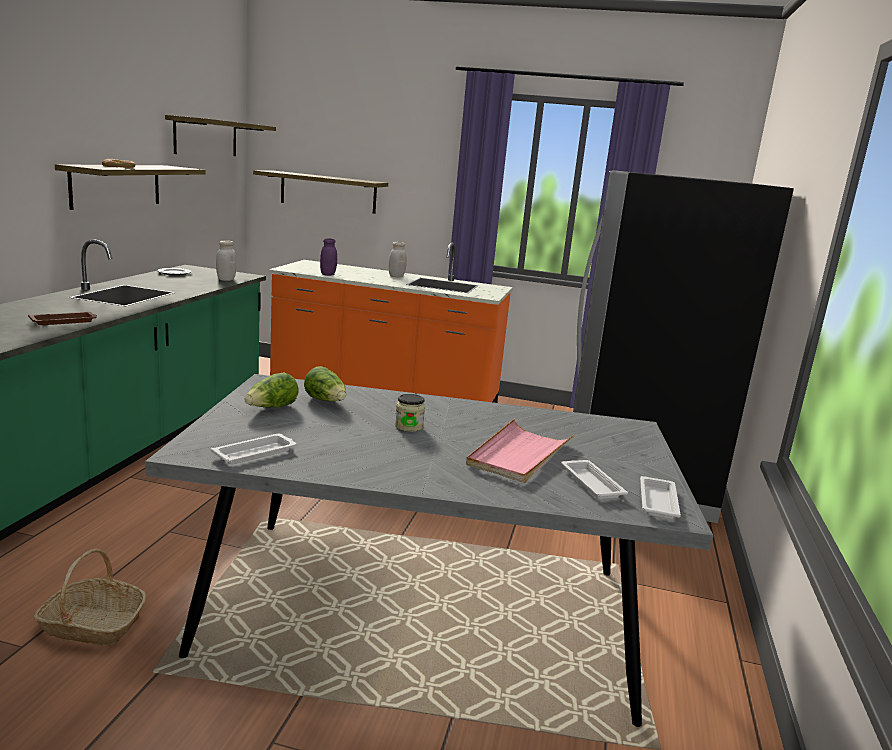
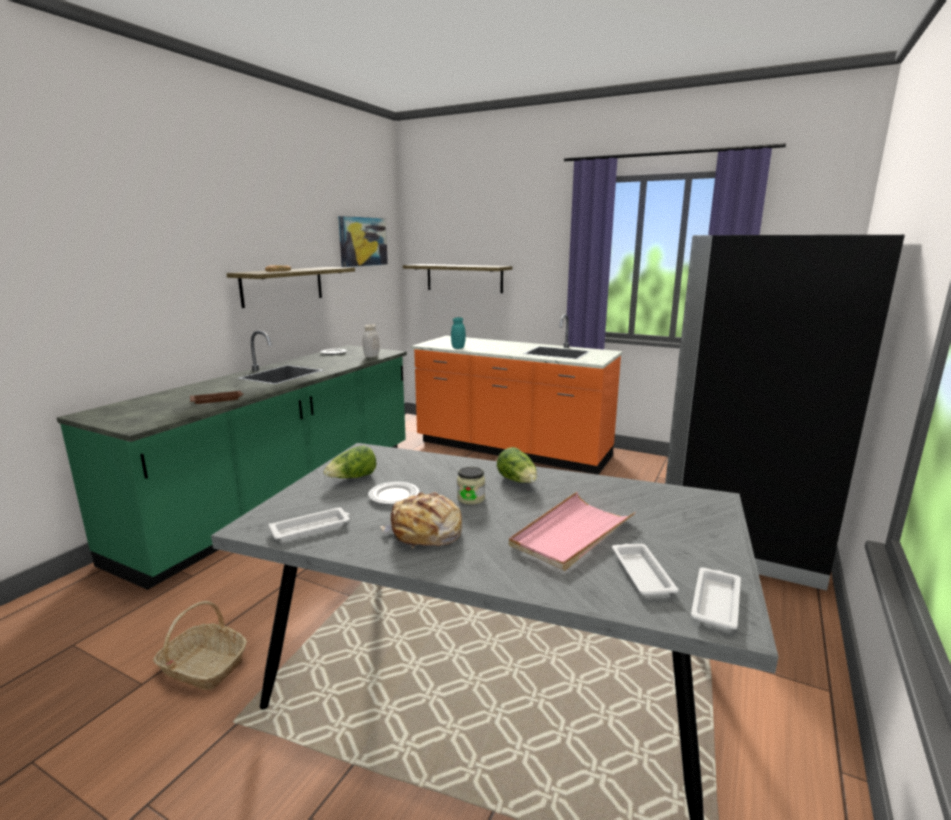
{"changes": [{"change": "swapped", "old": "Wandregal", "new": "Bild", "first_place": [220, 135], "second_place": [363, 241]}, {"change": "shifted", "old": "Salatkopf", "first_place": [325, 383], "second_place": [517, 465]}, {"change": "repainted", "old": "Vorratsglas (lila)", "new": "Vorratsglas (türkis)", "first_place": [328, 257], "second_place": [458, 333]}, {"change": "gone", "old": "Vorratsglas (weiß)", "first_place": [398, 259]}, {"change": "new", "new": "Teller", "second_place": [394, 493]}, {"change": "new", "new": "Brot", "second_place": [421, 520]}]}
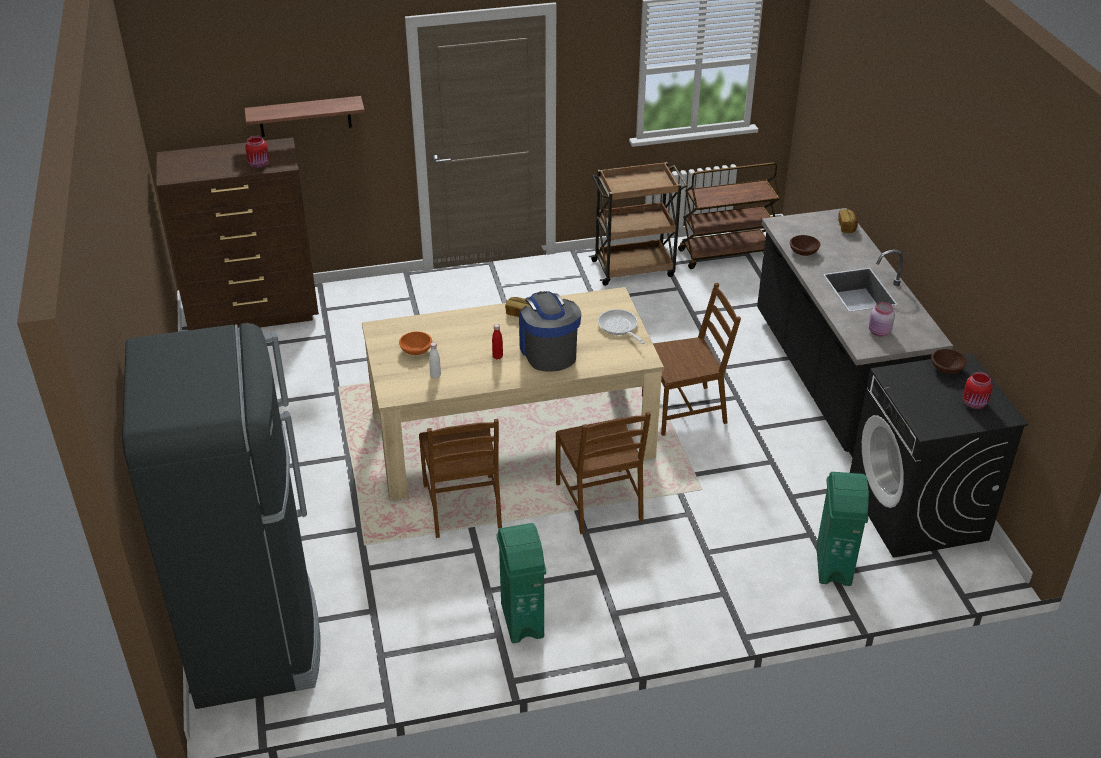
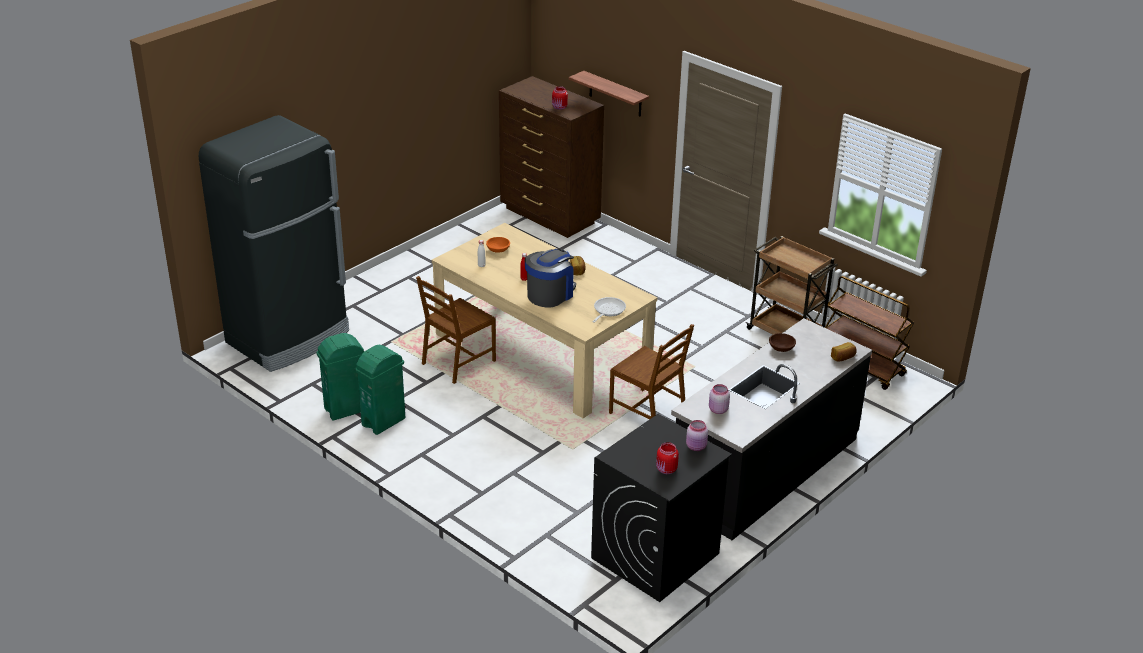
{"changes": [{"change": "gone", "old": "Stuhl (braun)", "first_place": [603, 472]}, {"change": "shifted", "old": "Mülleimer (grün)", "first_place": [842, 529], "second_place": [340, 377]}, {"change": "swapped", "old": "Schüssel (braun)", "new": "Vorratsglas (rosa)", "first_place": [949, 361], "second_place": [697, 435]}]}
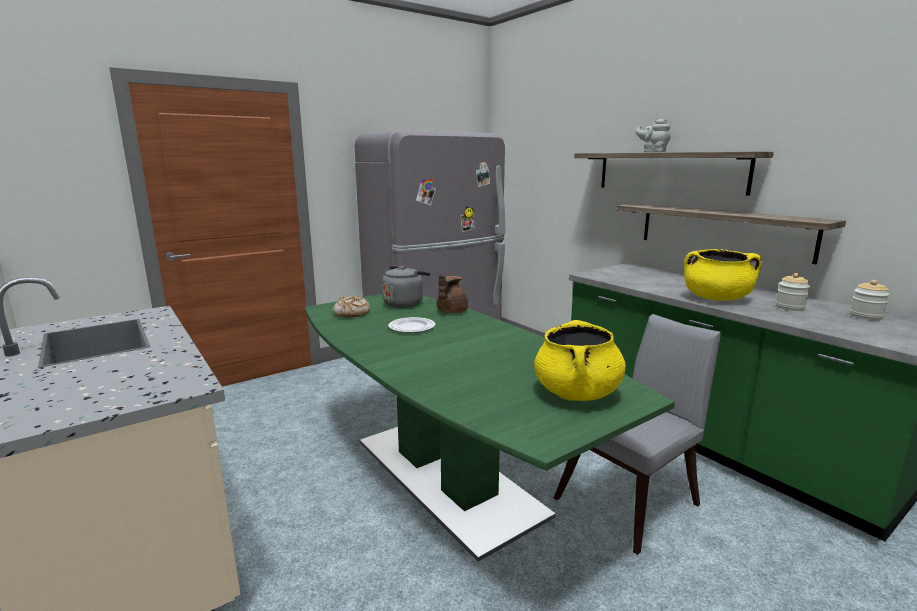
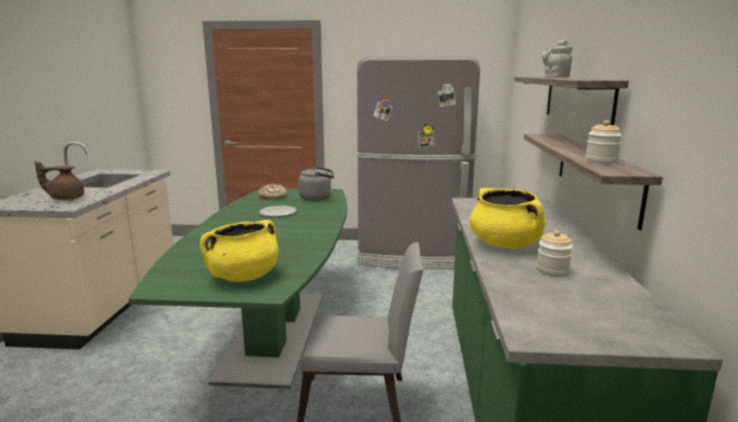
{"changes": [{"change": "shifted", "old": "Teekanne (braun)", "first_place": [452, 294], "second_place": [59, 180]}, {"change": "shifted", "old": "Vorratsglas", "first_place": [870, 300], "second_place": [603, 142]}]}
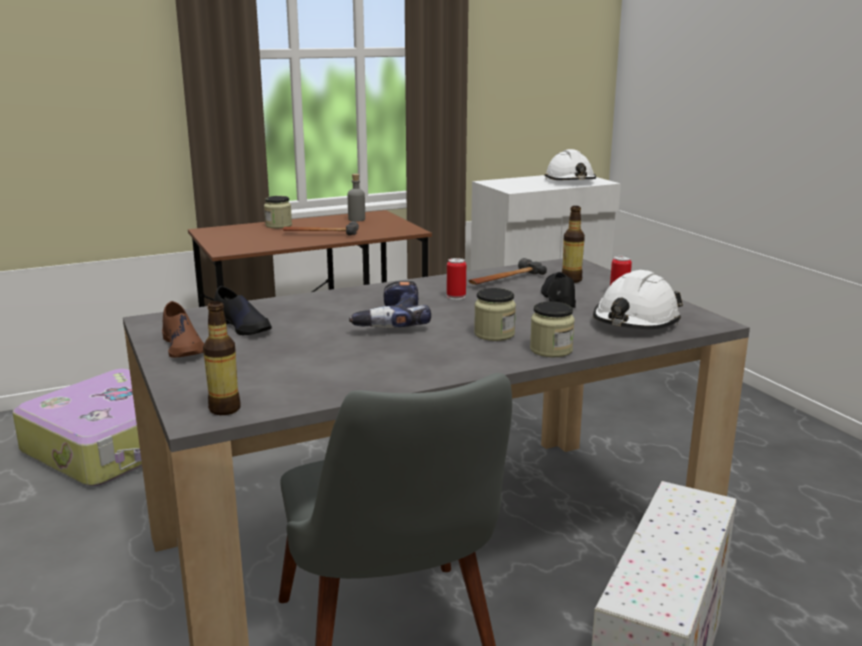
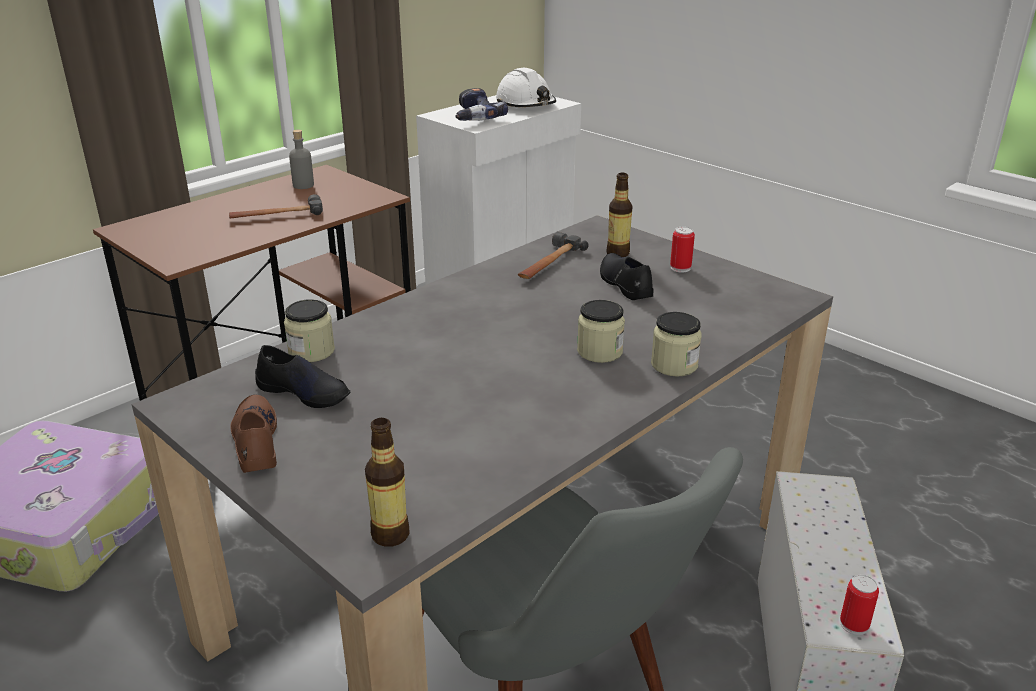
{"changes": [{"change": "rotated", "old": "Schuh (braun)", "first_place": [183, 329], "second_place": [253, 434], "degrees": -150}, {"change": "shifted", "old": "Vorratsglas", "first_place": [278, 212], "second_place": [309, 330]}, {"change": "shifted", "old": "Bohrmaschine", "first_place": [390, 304], "second_place": [481, 104]}, {"change": "shifted", "old": "Dose", "first_place": [456, 279], "second_place": [859, 605]}, {"change": "gone", "old": "Schutzhelm (weiß)", "first_place": [638, 299]}]}
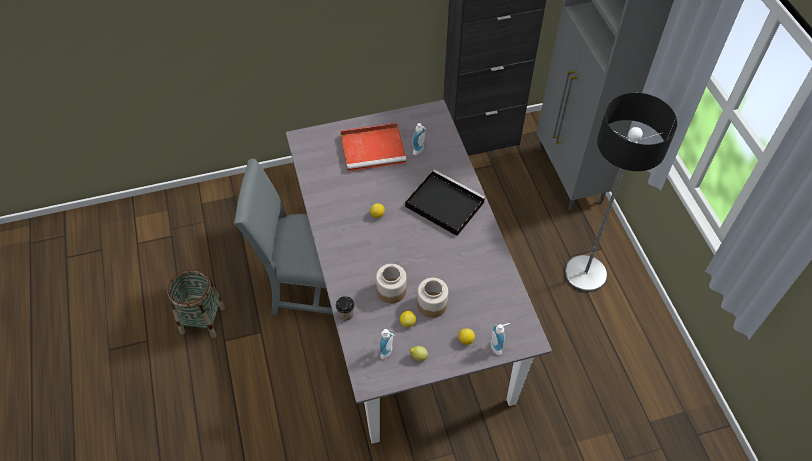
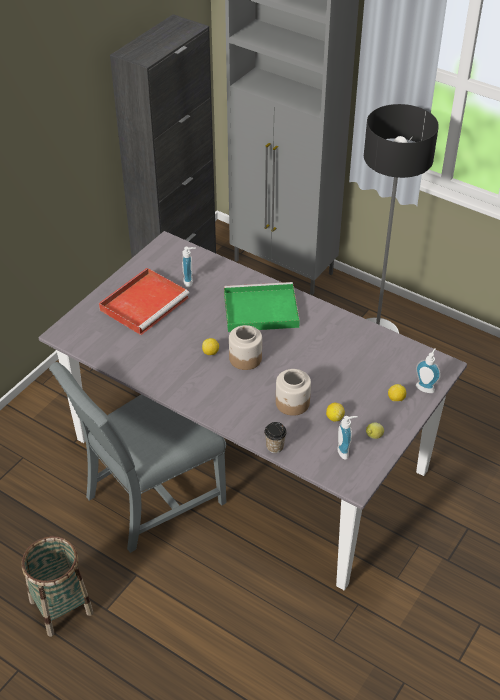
{"changes": [{"change": "repainted", "old": "Tablett (schwarz)", "new": "Tablett (grün)", "first_place": [445, 203], "second_place": [262, 307]}, {"change": "shifted", "old": "Vorratsglas", "first_place": [432, 298], "second_place": [245, 347]}]}
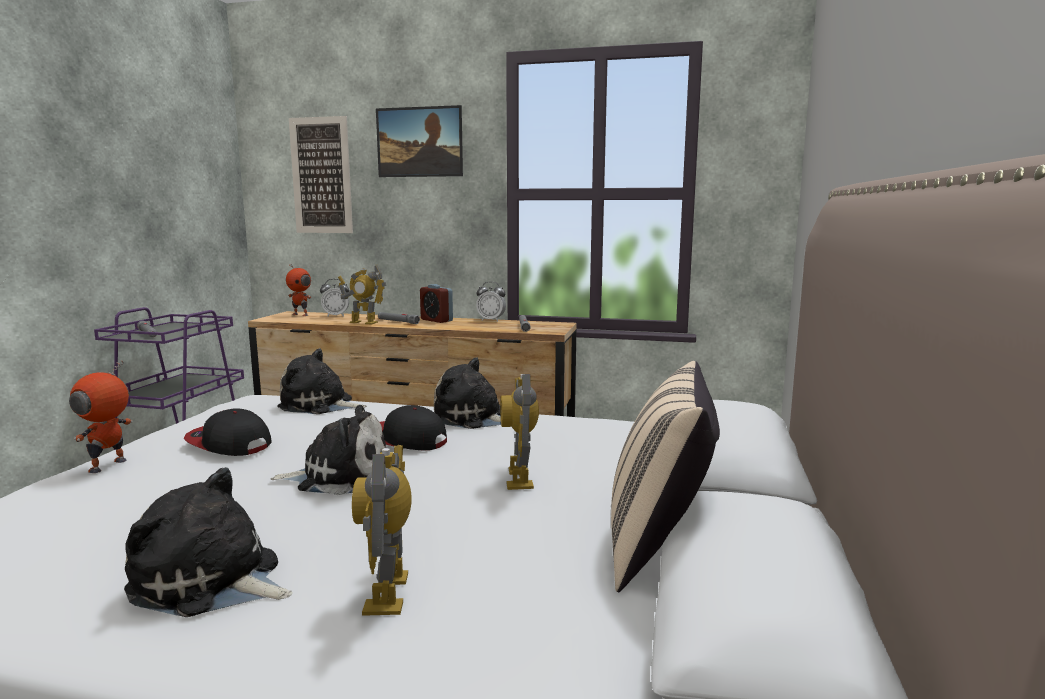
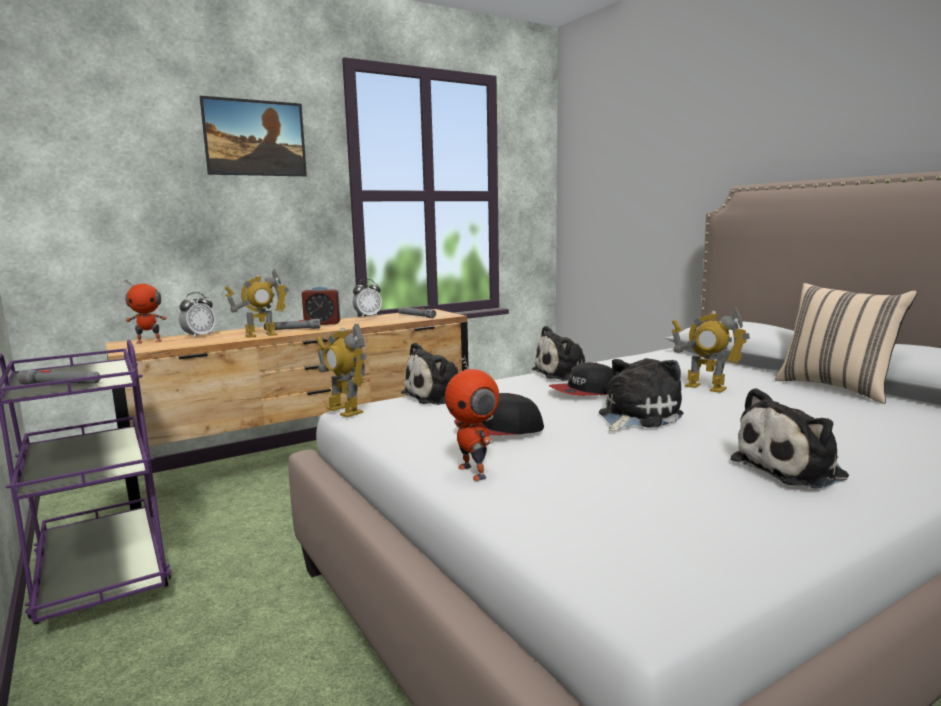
{"changes": [{"change": "gone", "old": "Bild", "first_place": [321, 174]}, {"change": "shifted", "old": "Spielzeugroboter", "first_place": [382, 530], "second_place": [341, 370]}]}
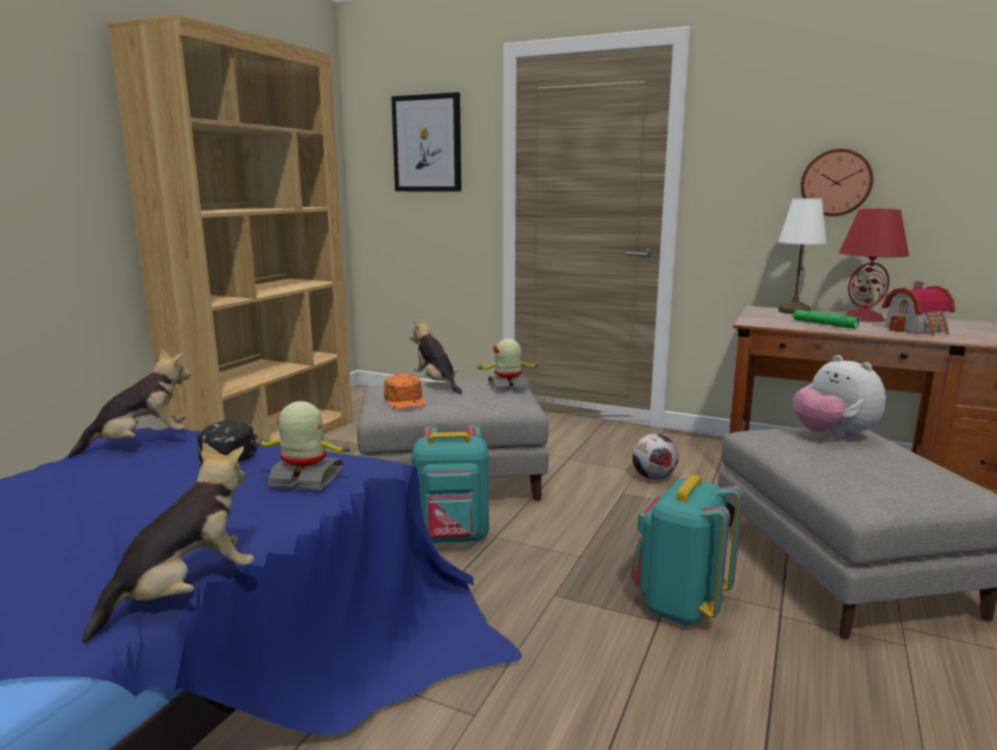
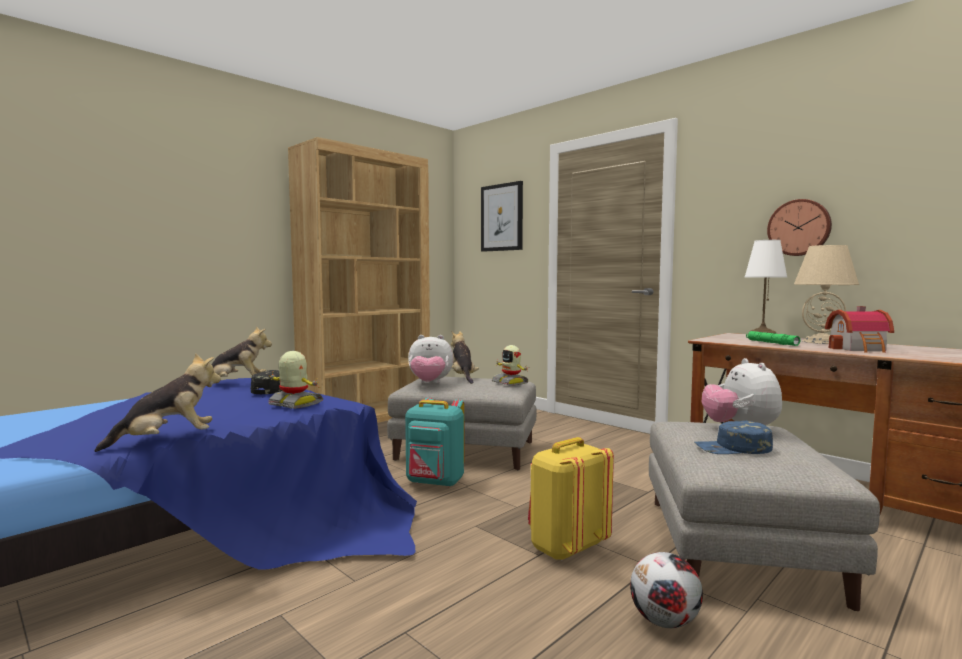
{"changes": [{"change": "swapped", "old": "Kappe (orange)", "new": "Plüschtier", "first_place": [405, 391], "second_place": [431, 359]}, {"change": "rotated", "old": "Spielzeugroboter", "first_place": [507, 365], "second_place": [510, 365], "degrees": -135}, {"change": "repainted", "old": "Rucksack (türkis)", "new": "Rucksack (gelb)", "first_place": [687, 550], "second_place": [571, 499]}, {"change": "shifted", "old": "Fußball", "first_place": [655, 457], "second_place": [666, 590]}, {"change": "repainted", "old": "Tischlampe (rot)", "new": "Tischlampe (beige)", "first_place": [874, 265], "second_place": [826, 294]}, {"change": "new", "new": "Kappe (blau)", "second_place": [734, 437]}]}
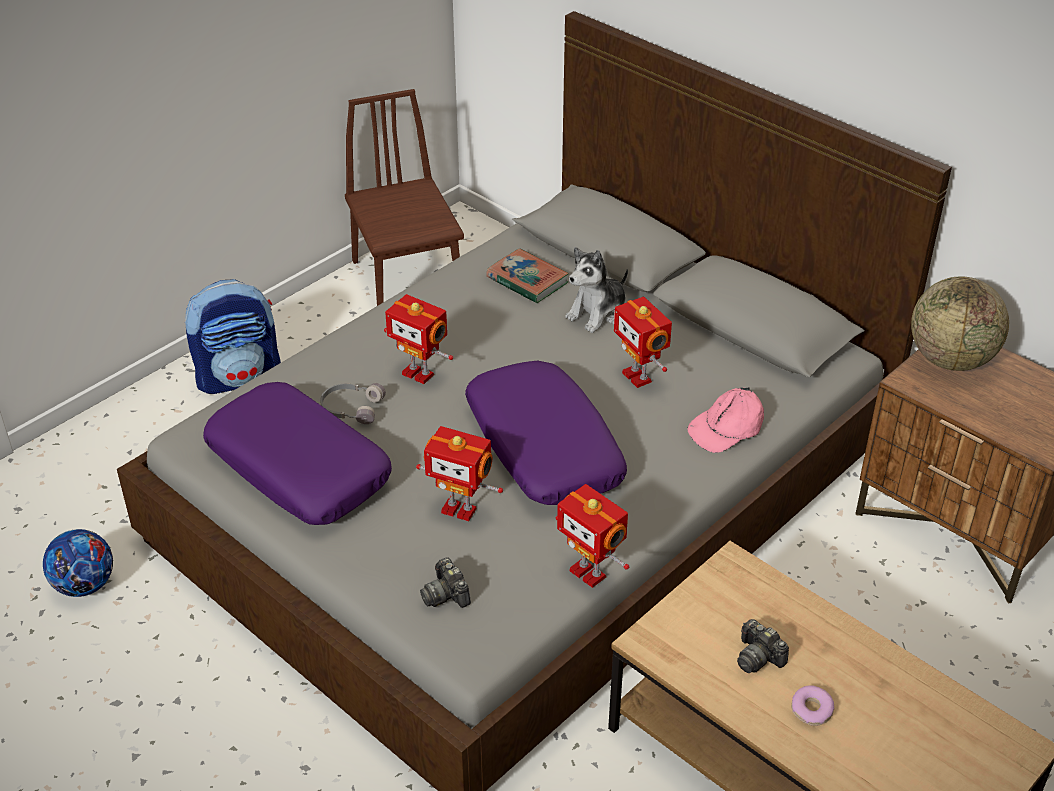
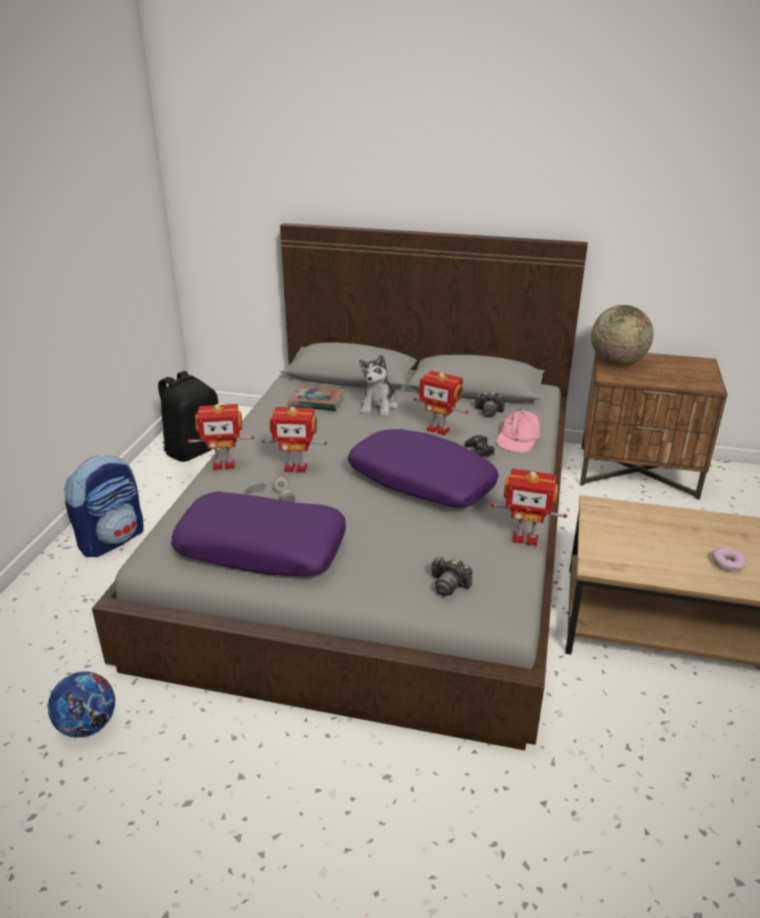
{"changes": [{"change": "swapped", "old": "Stuhl (braun)", "new": "Rucksack (schwarz)", "first_place": [404, 197], "second_place": [188, 416]}, {"change": "shifted", "old": "Spielzeugroboter", "first_place": [459, 473], "second_place": [221, 437]}, {"change": "shifted", "old": "Kamera", "first_place": [763, 646], "second_place": [489, 404]}, {"change": "new", "new": "Gamepad (schwarz)", "second_place": [480, 446]}]}
